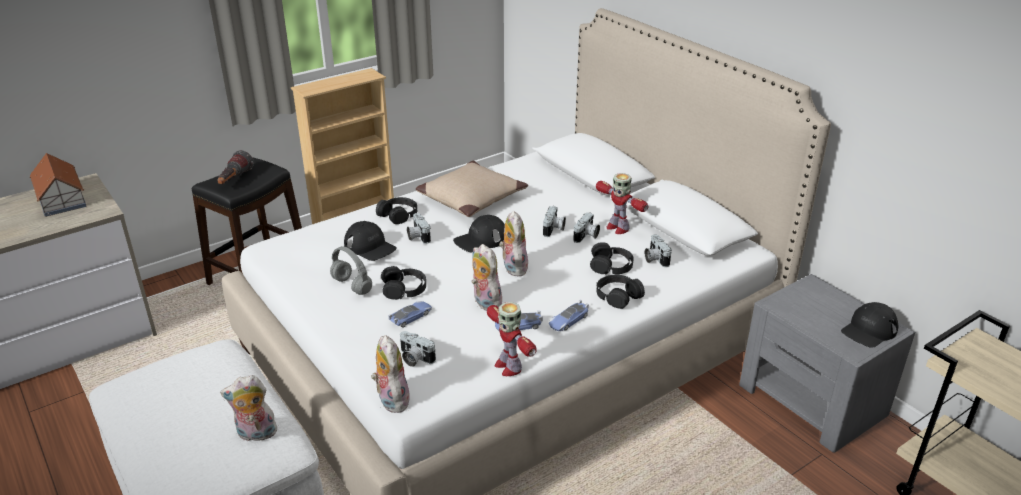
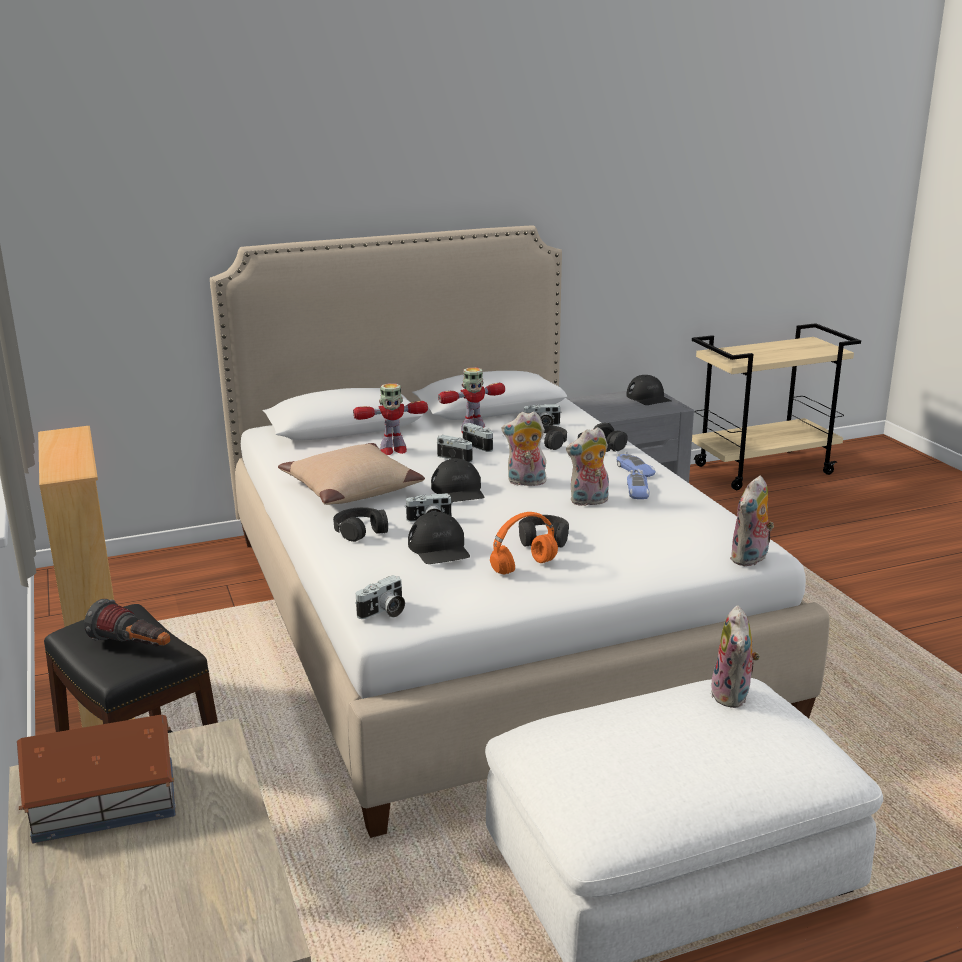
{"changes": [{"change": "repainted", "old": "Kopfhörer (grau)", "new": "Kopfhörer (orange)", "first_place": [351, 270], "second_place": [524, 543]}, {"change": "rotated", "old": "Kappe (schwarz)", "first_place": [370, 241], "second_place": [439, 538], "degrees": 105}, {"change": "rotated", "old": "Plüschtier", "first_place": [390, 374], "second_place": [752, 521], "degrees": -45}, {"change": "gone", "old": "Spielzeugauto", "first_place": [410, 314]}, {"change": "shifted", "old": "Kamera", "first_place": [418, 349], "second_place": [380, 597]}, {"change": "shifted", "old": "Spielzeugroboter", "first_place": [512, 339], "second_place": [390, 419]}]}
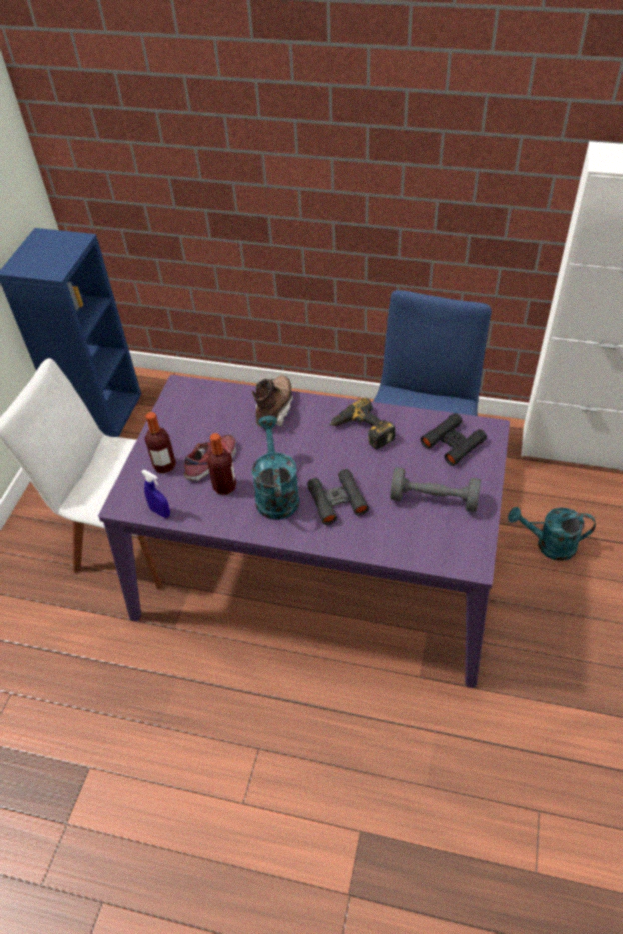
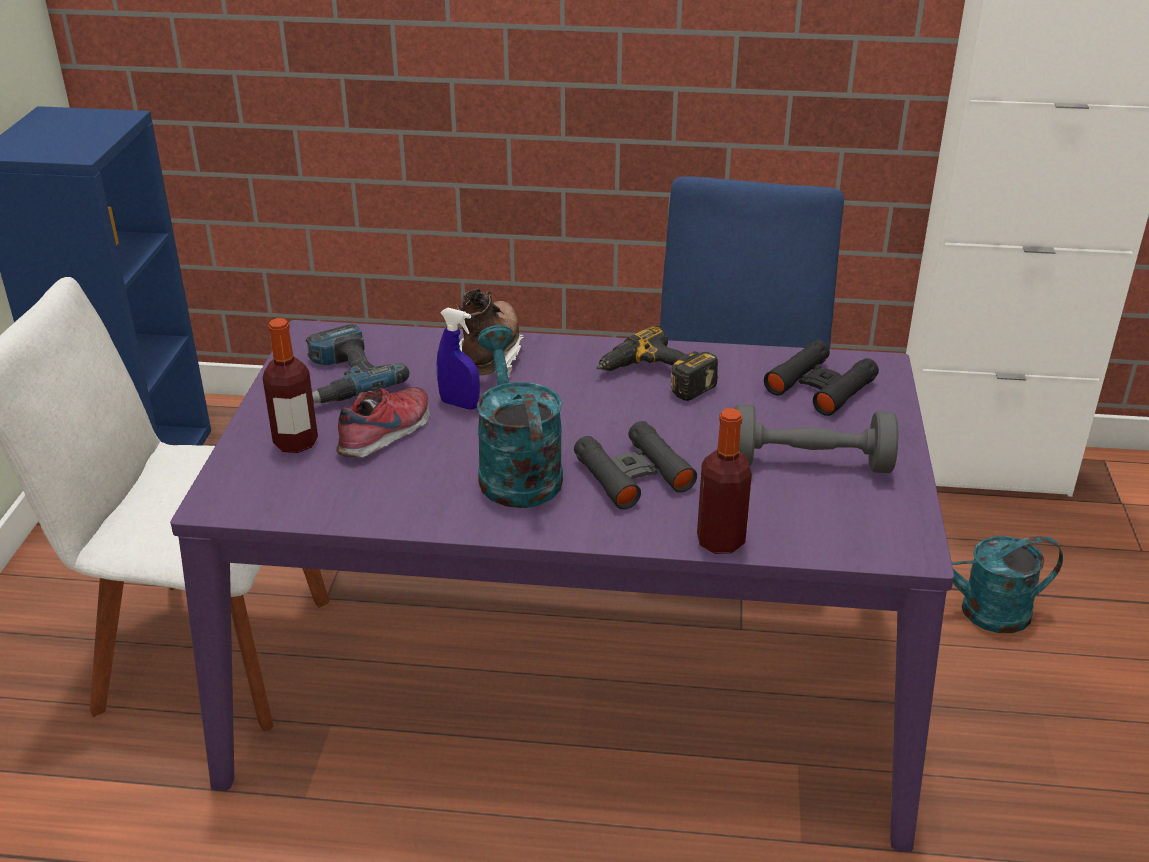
{"changes": [{"change": "shifted", "old": "Sprühflasche (blau)", "first_place": [156, 494], "second_place": [458, 358]}, {"change": "shifted", "old": "Flasche", "first_place": [221, 464], "second_place": [724, 481]}, {"change": "new", "new": "Bohrmaschine", "second_place": [358, 363]}]}
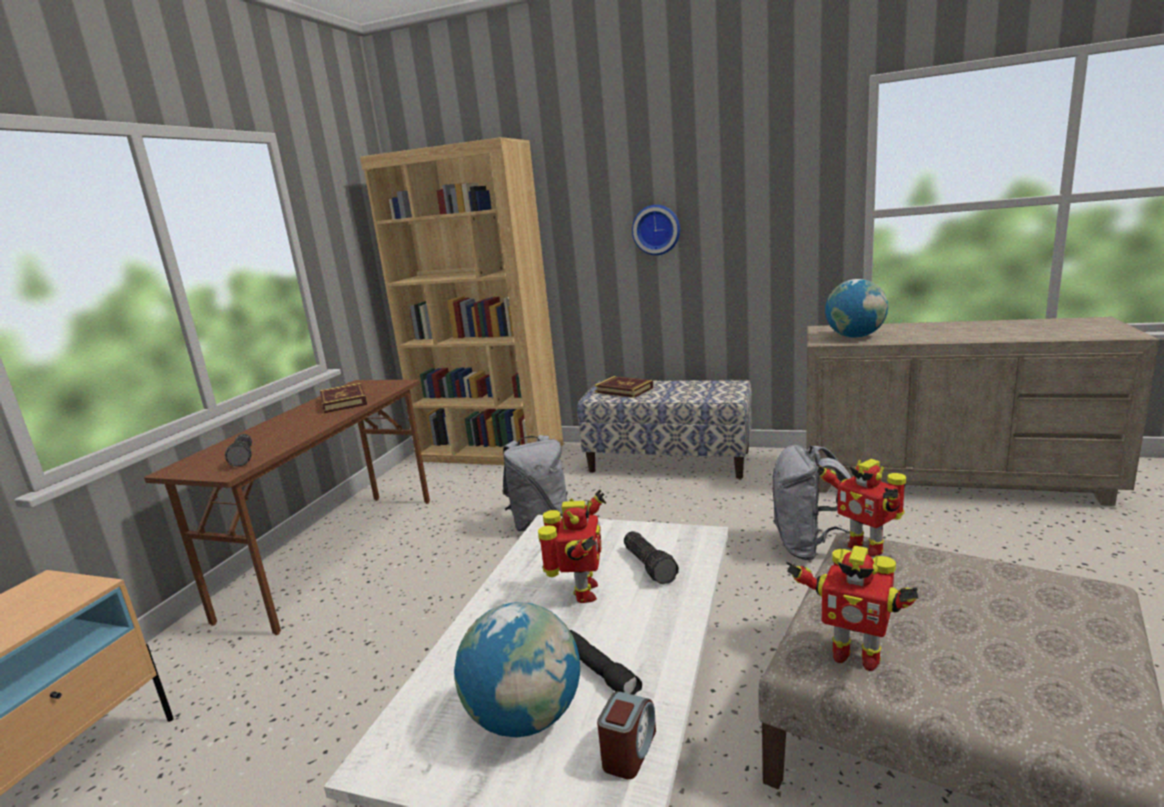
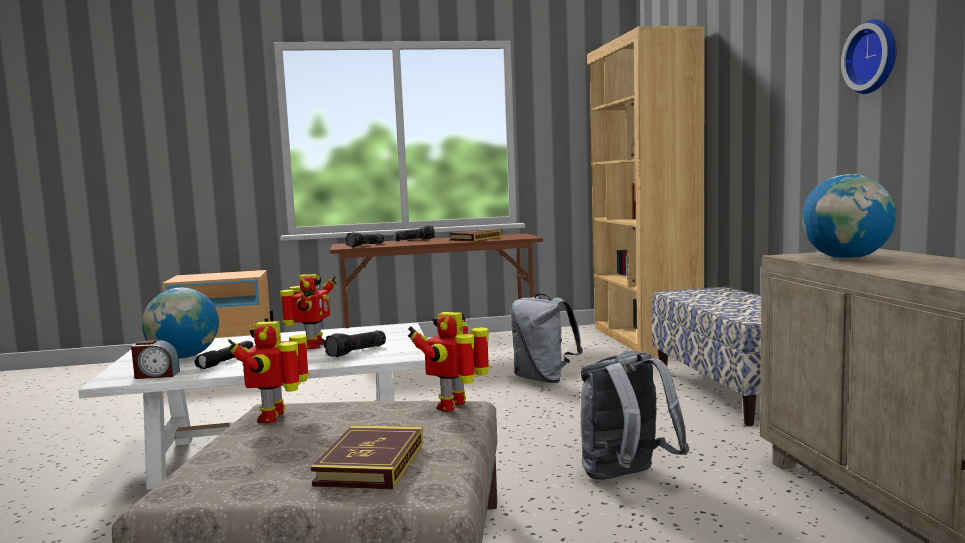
{"changes": [{"change": "rotated", "old": "Spielzeugroboter", "first_place": [572, 546], "second_place": [308, 311], "degrees": -60}, {"change": "shifted", "old": "Buch", "first_place": [623, 387], "second_place": [367, 457]}, {"change": "shifted", "old": "Wanduhr", "first_place": [656, 230], "second_place": [869, 56]}, {"change": "new", "new": "Taschenlampe", "second_place": [415, 233]}]}
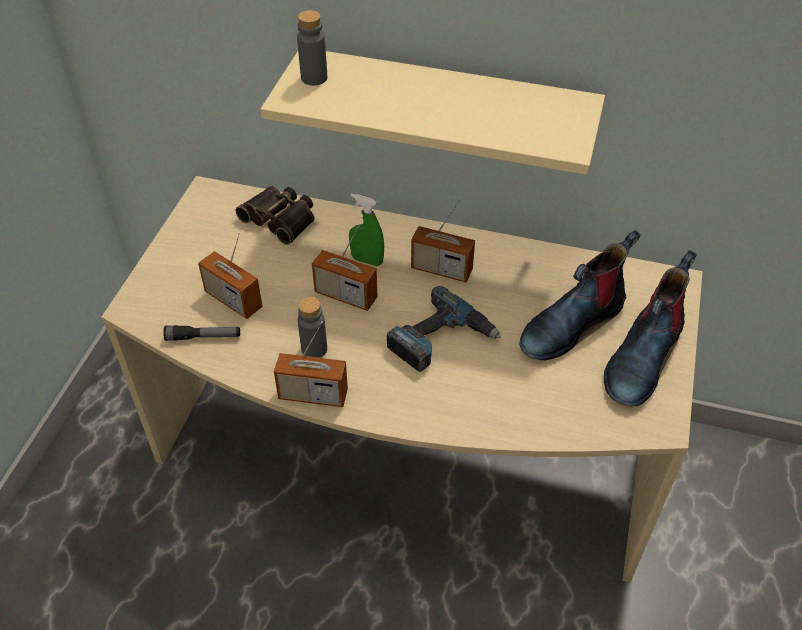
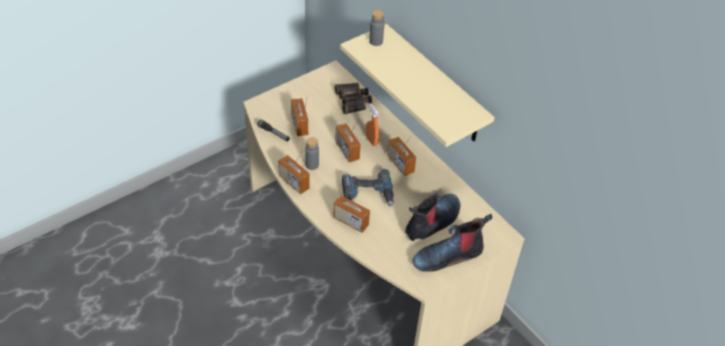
{"changes": [{"change": "repainted", "old": "Sprühflasche (grün)", "new": "Sprühflasche (orange)", "first_place": [366, 229], "second_place": [372, 125]}, {"change": "rotated", "old": "Stiefel", "first_place": [580, 295], "second_place": [432, 217], "degrees": 135}, {"change": "new", "new": "Radio", "second_place": [351, 210]}]}
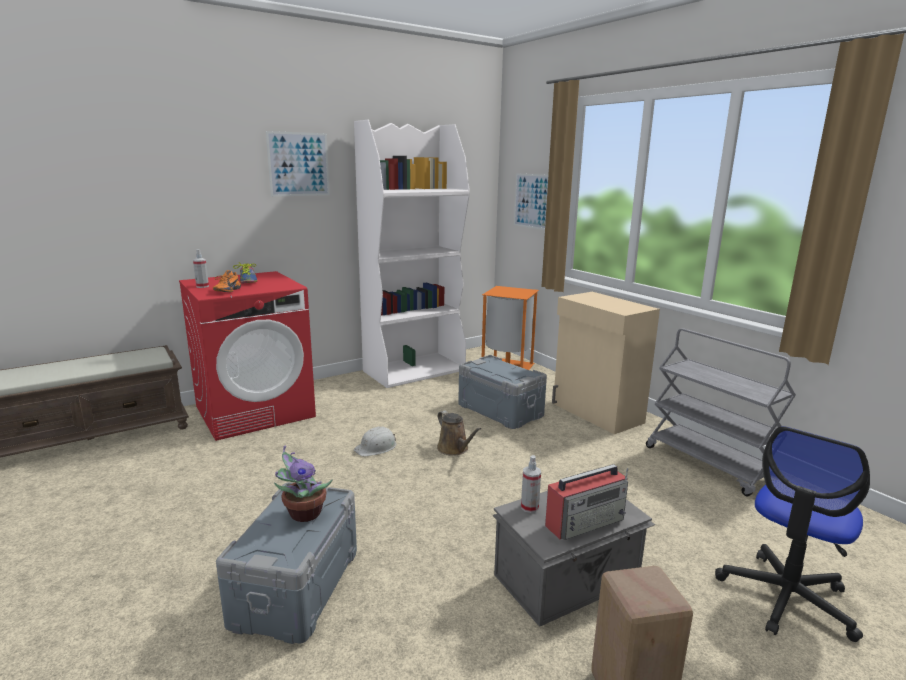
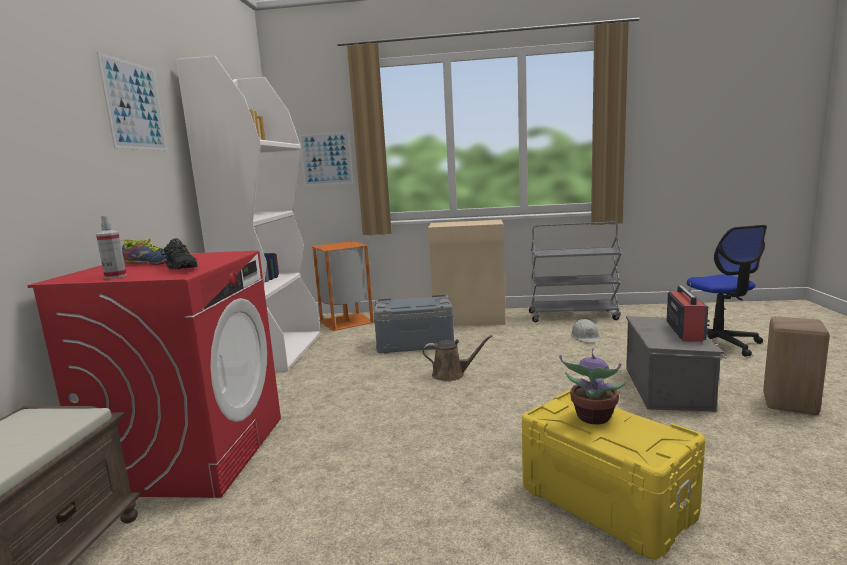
{"changes": [{"change": "repainted", "old": "Schuh (orange)", "new": "Schuh (schwarz)", "first_place": [227, 281], "second_place": [179, 253]}, {"change": "repainted", "old": "Aufbewahrungsbox (grau)", "new": "Aufbewahrungsbox (gelb)", "first_place": [286, 563], "second_place": [613, 474]}, {"change": "shifted", "old": "Schutzhelm (weiß)", "first_place": [375, 441], "second_place": [585, 330]}, {"change": "gone", "old": "Sprühflasche", "first_place": [531, 484]}]}
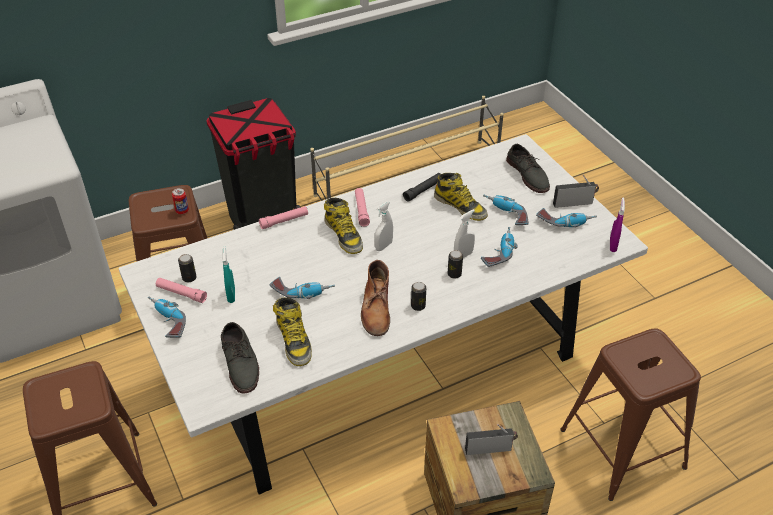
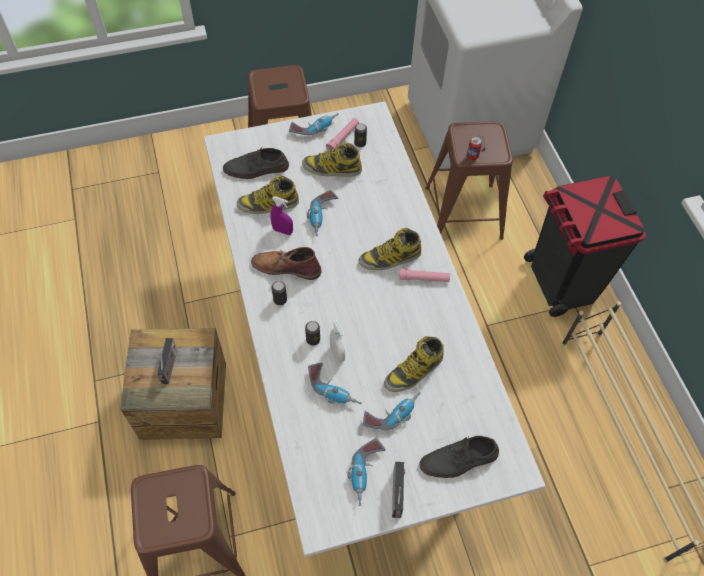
{"changes": [{"change": "swapped", "old": "Sprühflasche (türkis)", "new": "Stiefel", "first_place": [228, 274], "second_place": [332, 160]}, {"change": "gone", "old": "Taschenlampe (rosa)", "first_place": [283, 217]}, {"change": "gone", "old": "Sprühflasche (weiß)", "first_place": [383, 226]}, {"change": "gone", "old": "Taschenlampe (schwarz)", "first_place": [422, 187]}, {"change": "shifted", "old": "Sprühflasche (lila)", "first_place": [617, 224], "second_place": [282, 216]}]}
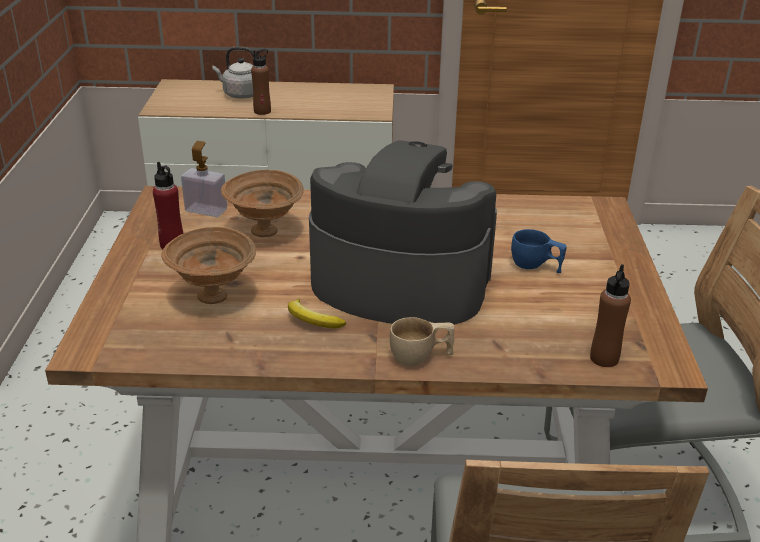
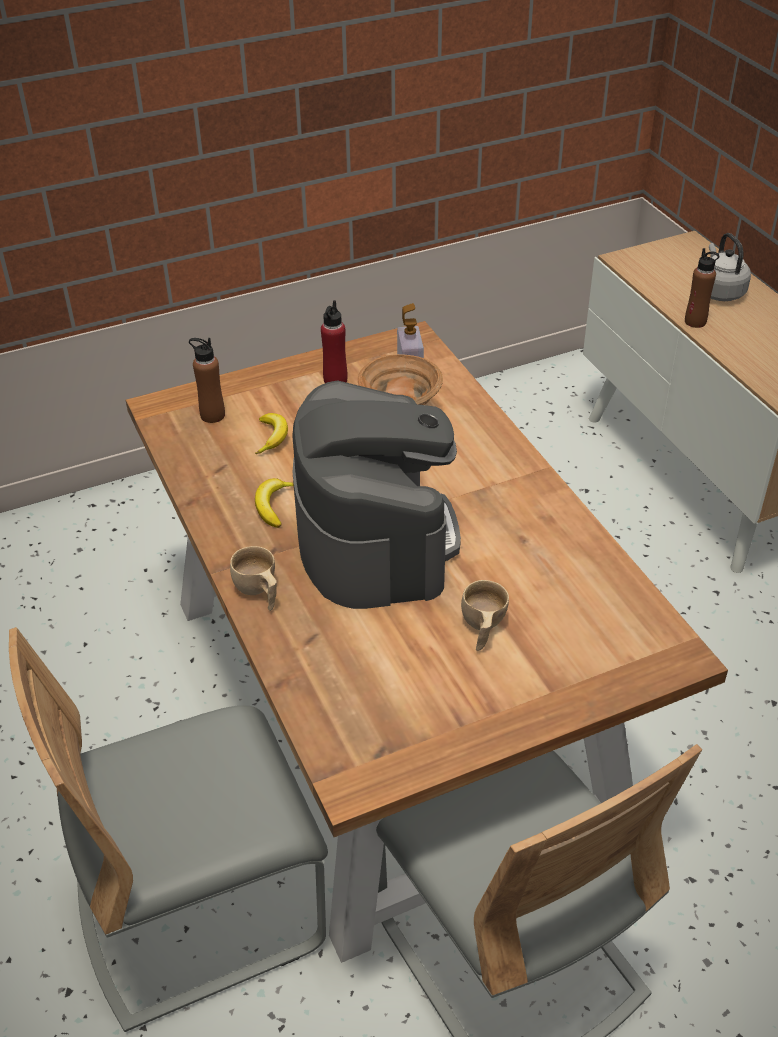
{"changes": [{"change": "swapped", "old": "Schüssel (braun)", "new": "Banane", "first_place": [208, 265], "second_place": [271, 433]}, {"change": "repainted", "old": "Tasse (blau)", "new": "Tasse (beige)", "first_place": [539, 251], "second_place": [485, 615]}, {"change": "shifted", "old": "Flasche (braun)", "first_place": [610, 315], "second_place": [207, 380]}]}
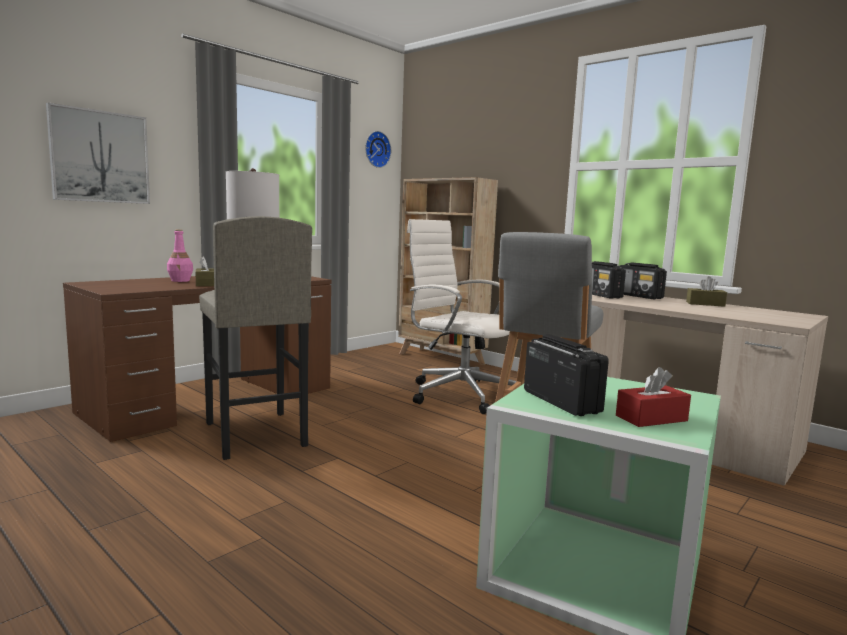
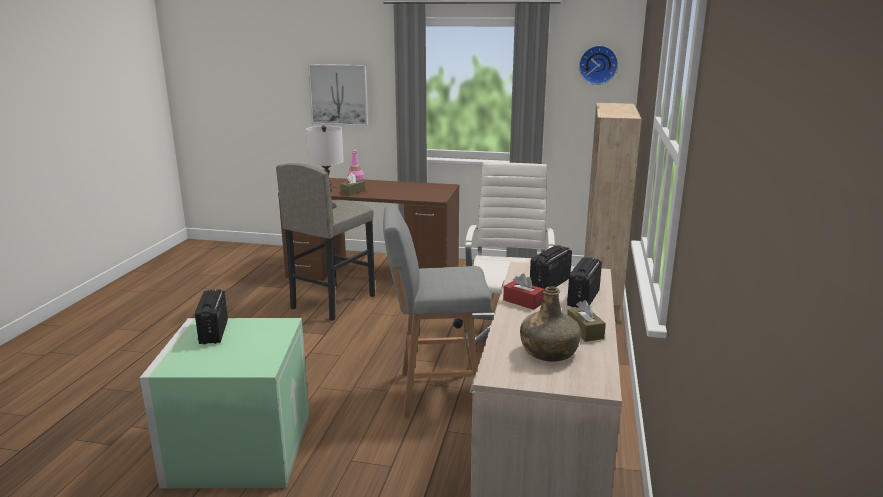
{"changes": [{"change": "rotated", "old": "Radio", "first_place": [566, 375], "second_place": [211, 316], "degrees": 135}, {"change": "shifted", "old": "Taschentuchbox (rot)", "first_place": [653, 397], "second_place": [524, 291]}, {"change": "new", "new": "Flasche (grün)", "second_place": [550, 324]}]}
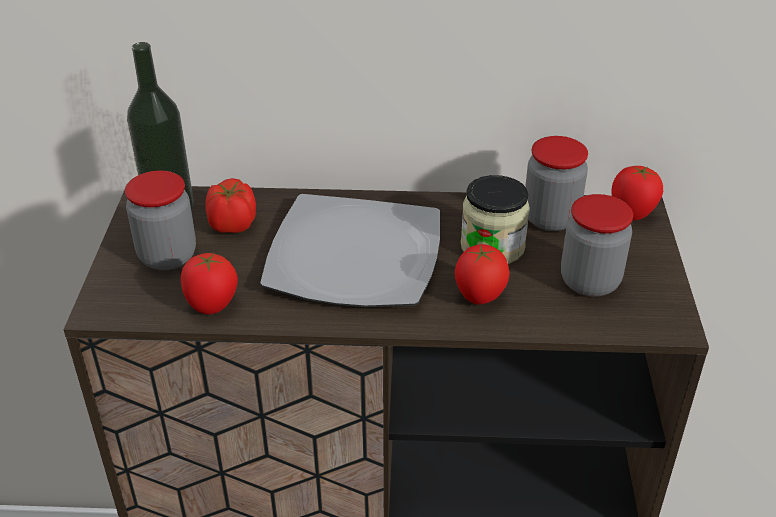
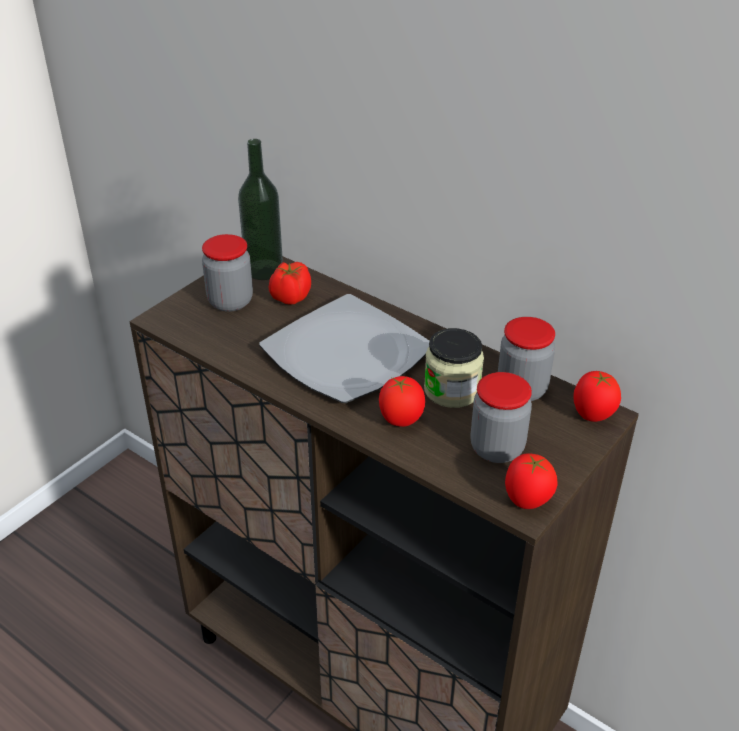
{"changes": [{"change": "shifted", "old": "Tomate", "first_place": [209, 284], "second_place": [531, 481]}]}
